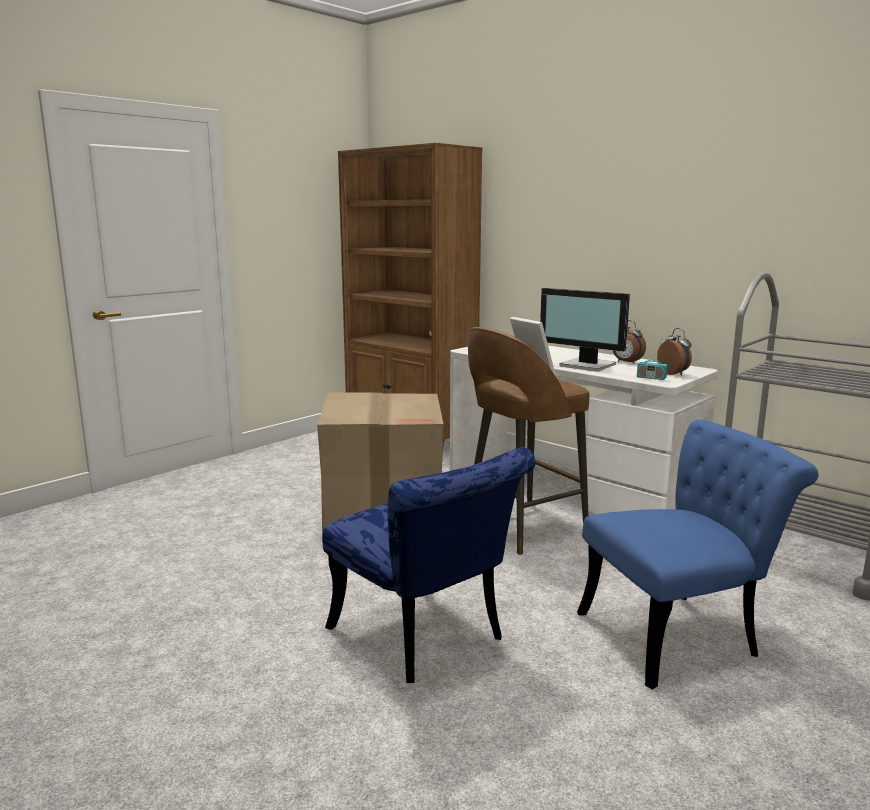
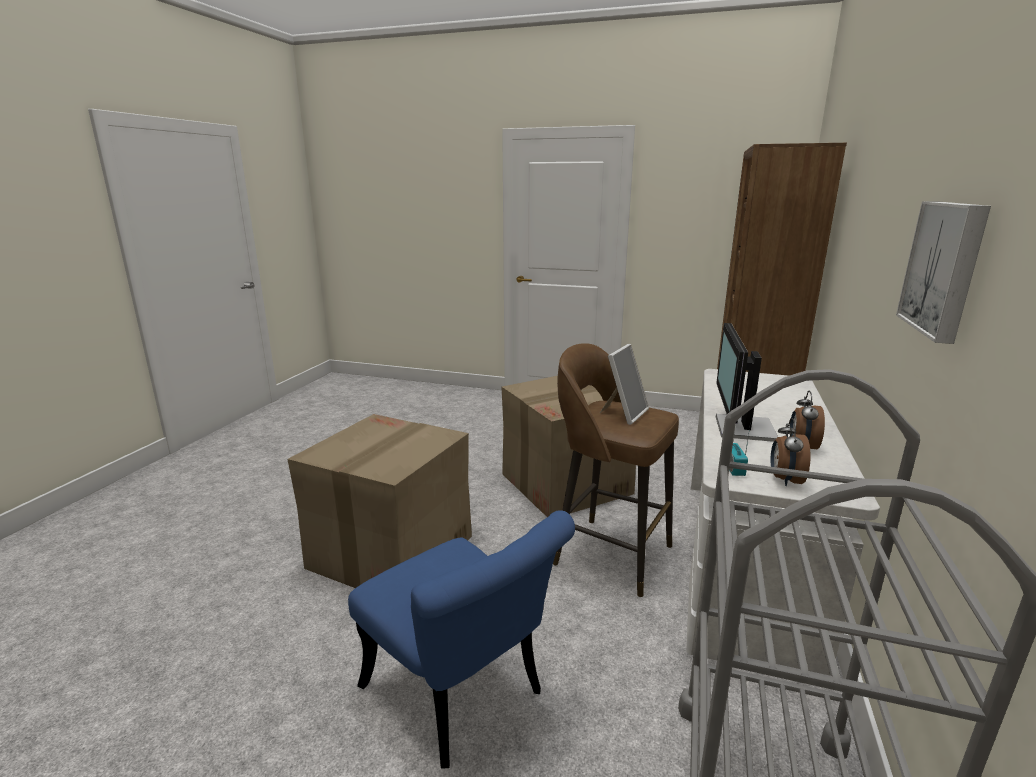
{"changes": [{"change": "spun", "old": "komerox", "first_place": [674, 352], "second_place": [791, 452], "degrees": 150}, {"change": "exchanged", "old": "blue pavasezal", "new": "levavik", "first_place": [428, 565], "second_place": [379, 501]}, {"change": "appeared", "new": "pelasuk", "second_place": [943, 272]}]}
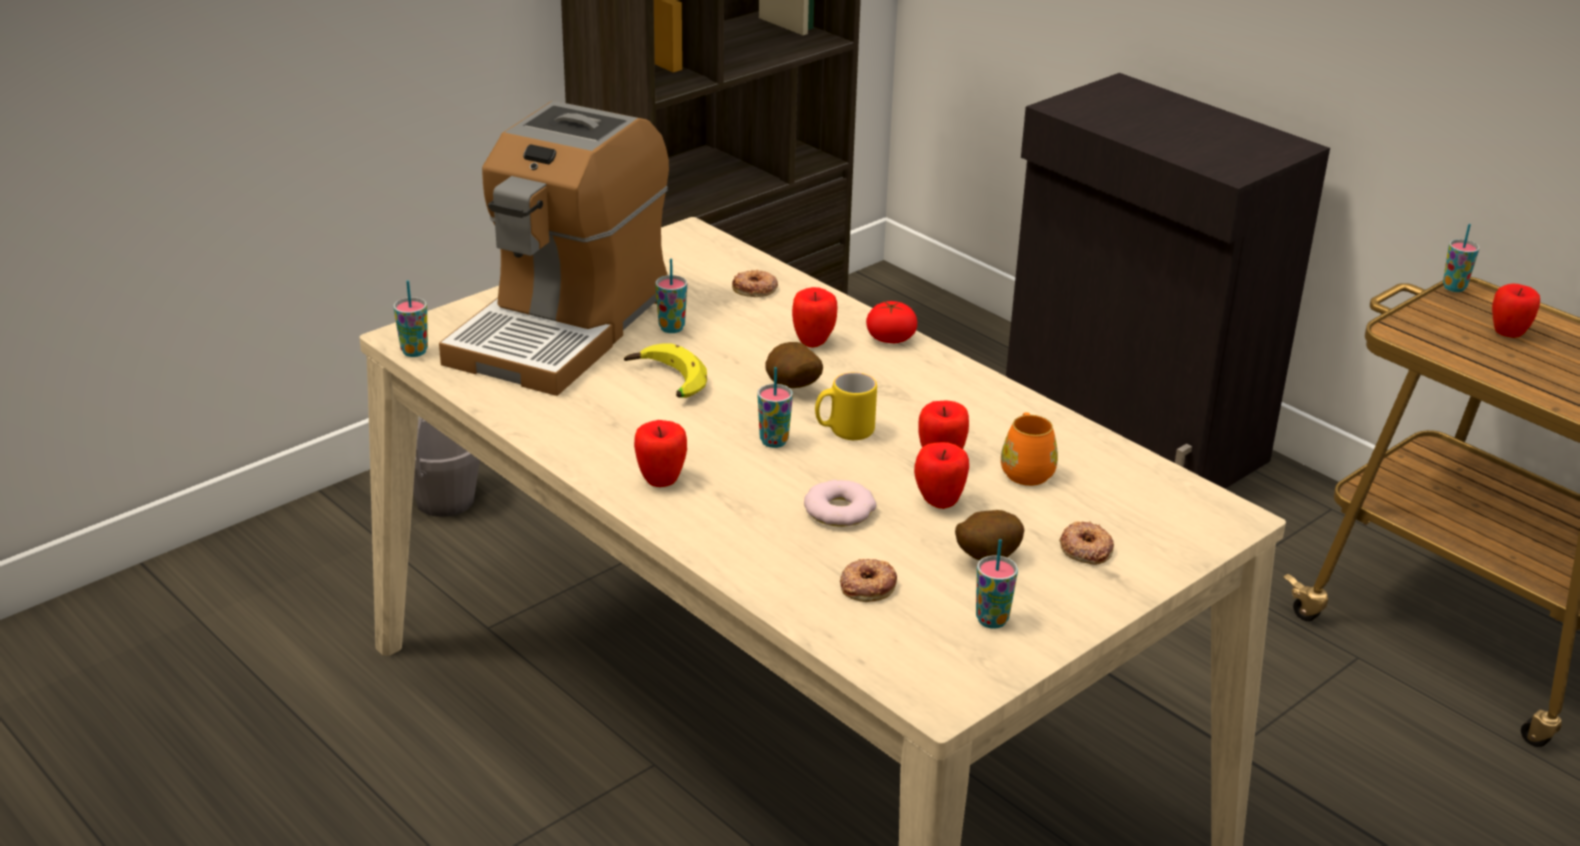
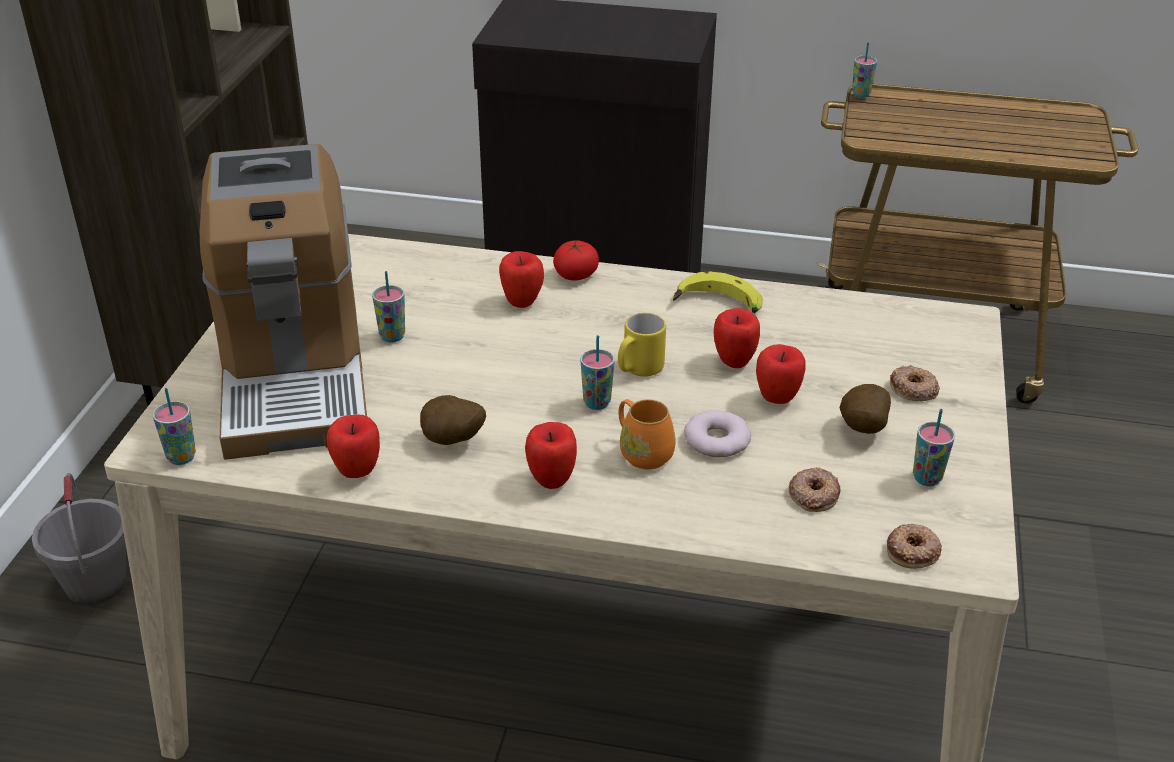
{"changes": [{"change": "relocated", "old": "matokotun", "first_place": [755, 283], "second_place": [914, 546]}, {"change": "relocated", "old": "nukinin", "first_place": [1516, 310], "second_place": [353, 446]}, {"change": "relocated", "old": "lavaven", "first_place": [794, 365], "second_place": [453, 420]}, {"change": "relocated", "old": "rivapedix", "first_place": [665, 371], "second_place": [718, 292]}, {"change": "relocated", "old": "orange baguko", "first_place": [1029, 449], "second_place": [647, 434]}]}
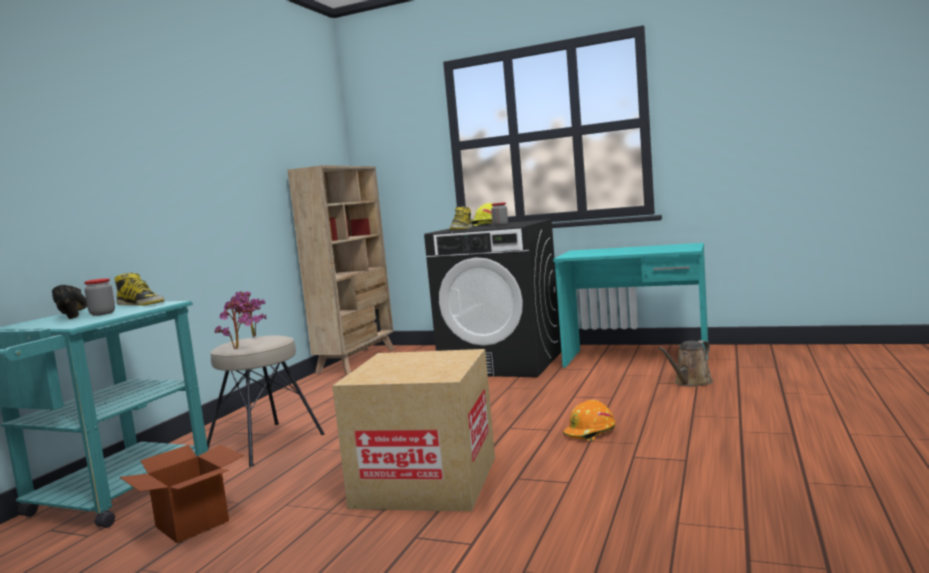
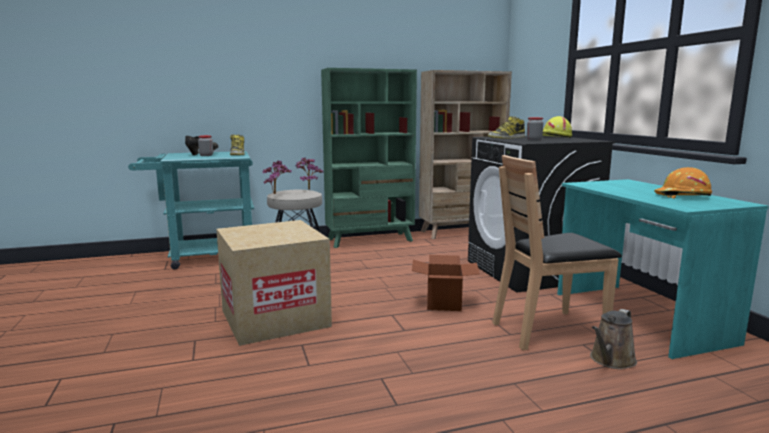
{"changes": [{"change": "spun", "old": "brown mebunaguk", "first_place": [685, 363], "second_place": [613, 339], "degrees": -60}, {"change": "relocated", "old": "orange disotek", "first_place": [589, 420], "second_place": [683, 183]}, {"change": "relocated", "old": "levavik", "first_place": [181, 494], "second_place": [446, 283]}, {"change": "appeared", "new": "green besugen", "second_place": [369, 158]}, {"change": "appeared", "new": "brown pavasezal", "second_place": [557, 252]}]}
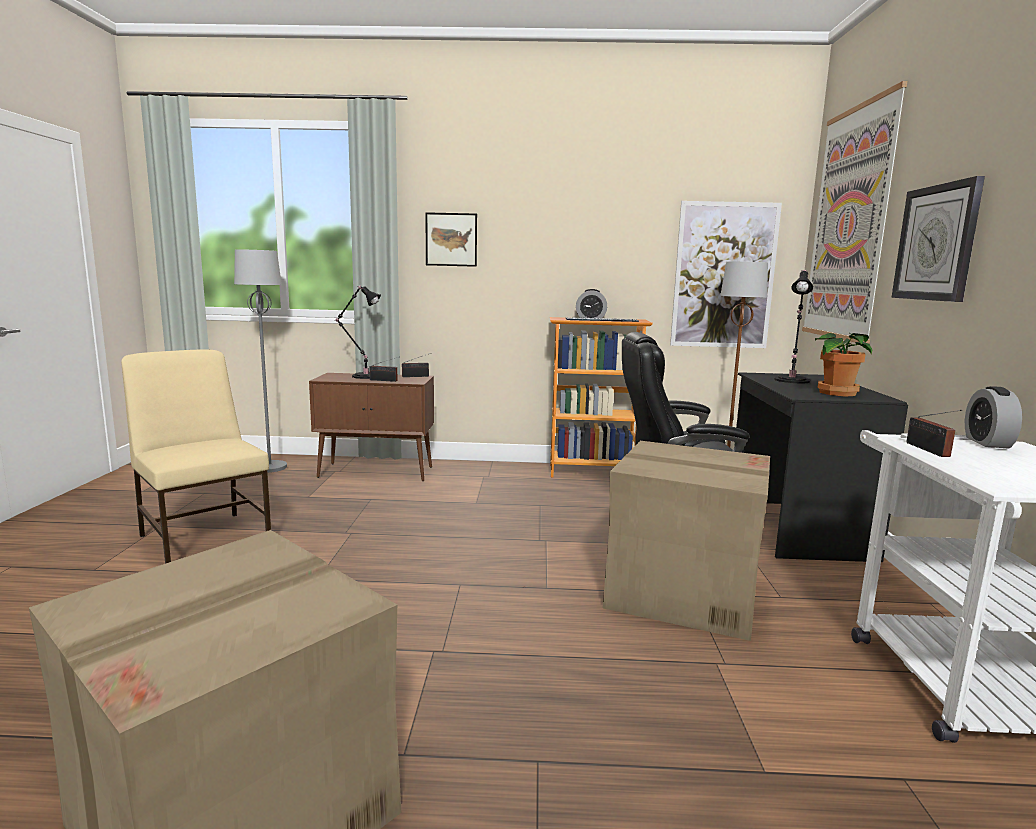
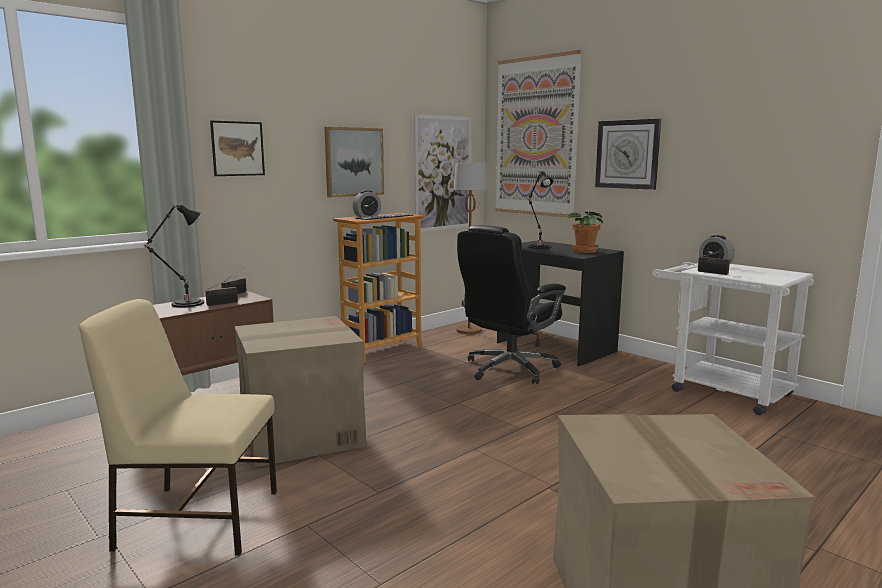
{"changes": [{"change": "missing", "old": "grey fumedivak", "first_place": [260, 361]}, {"change": "relocated", "old": "levavik", "first_place": [686, 541], "second_place": [301, 391]}, {"change": "appeared", "new": "pelasuk", "second_place": [354, 162]}]}
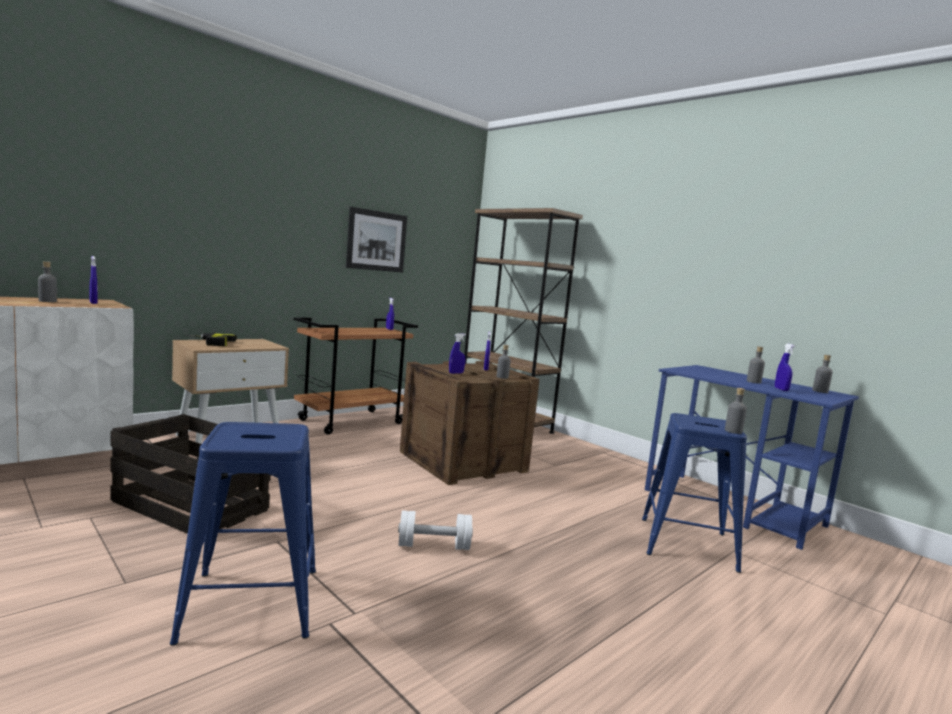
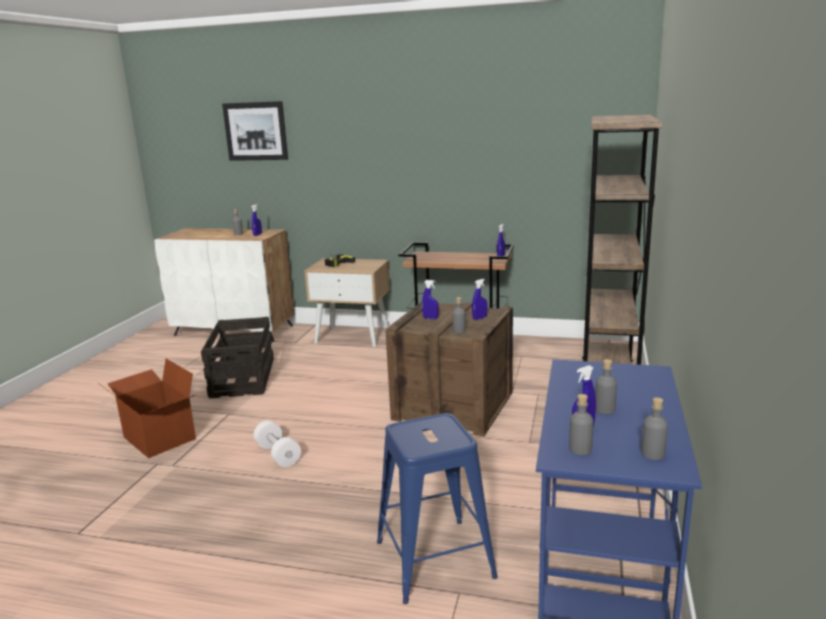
{"changes": [{"change": "relocated", "old": "pelasuk", "first_place": [376, 239], "second_place": [255, 131]}, {"change": "relocated", "old": "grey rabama", "first_place": [736, 411], "second_place": [581, 424]}, {"change": "exchanged", "old": "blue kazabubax", "new": "levavik", "first_place": [243, 534], "second_place": [147, 408]}]}
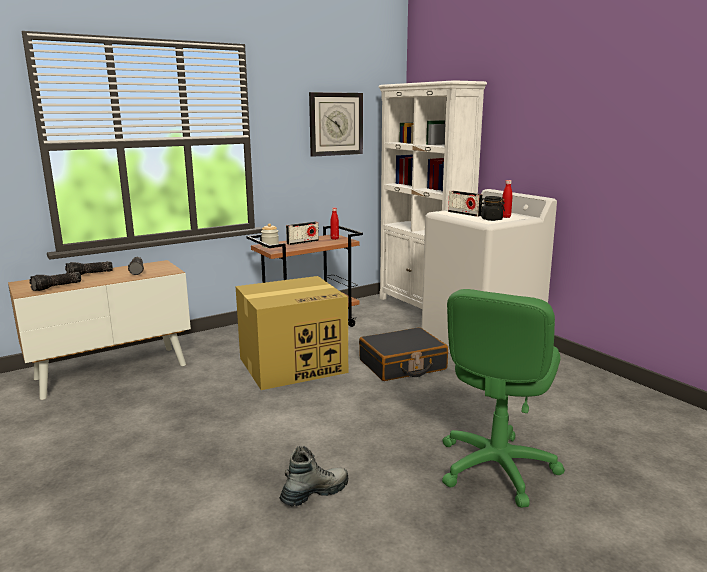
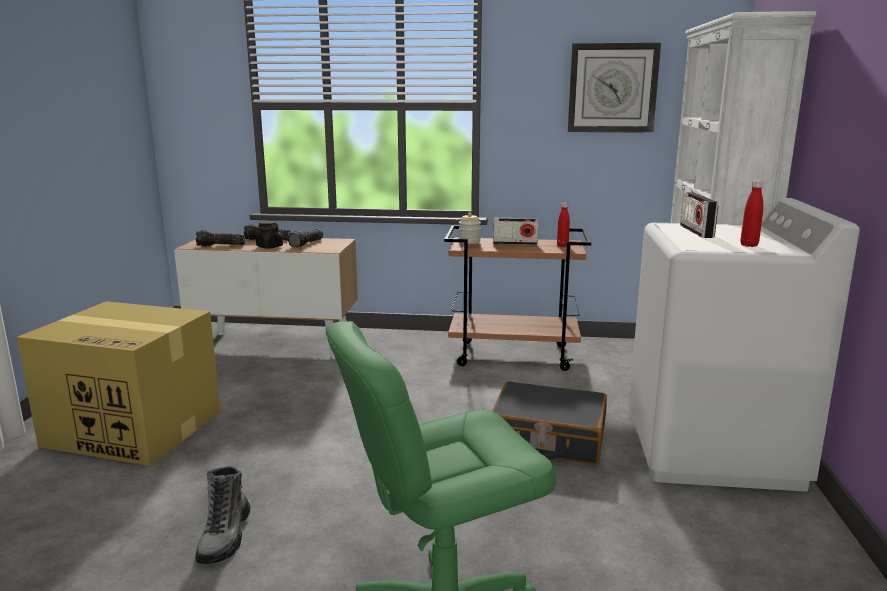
{"changes": [{"change": "relocated", "old": "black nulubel", "first_place": [492, 208], "second_place": [269, 234]}, {"change": "relocated", "old": "levavik", "first_place": [292, 333], "second_place": [118, 383]}, {"change": "spun", "old": "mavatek", "first_place": [313, 476], "second_place": [222, 515], "degrees": 90}]}
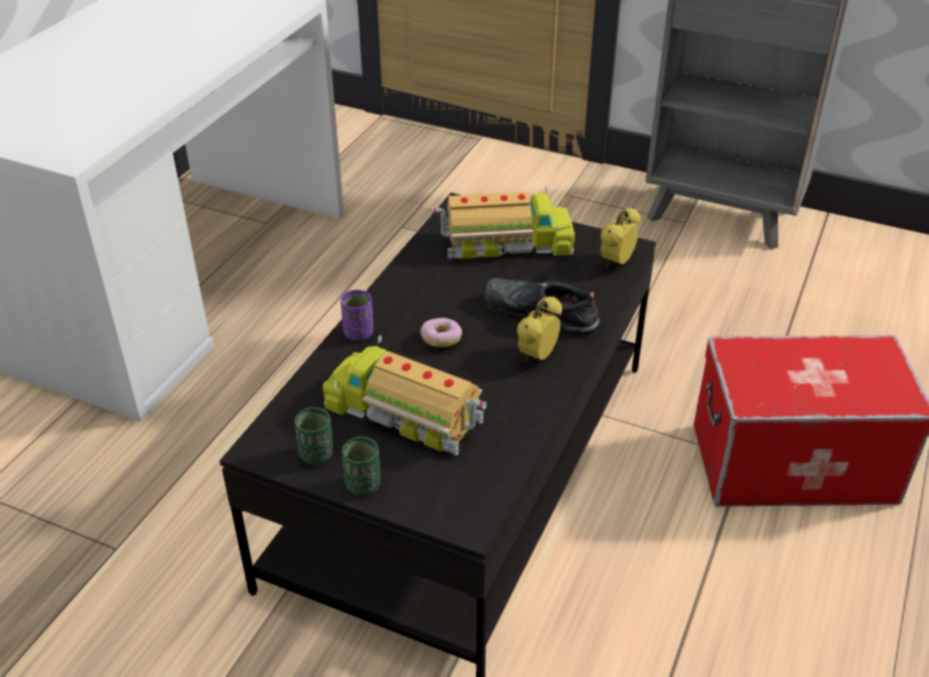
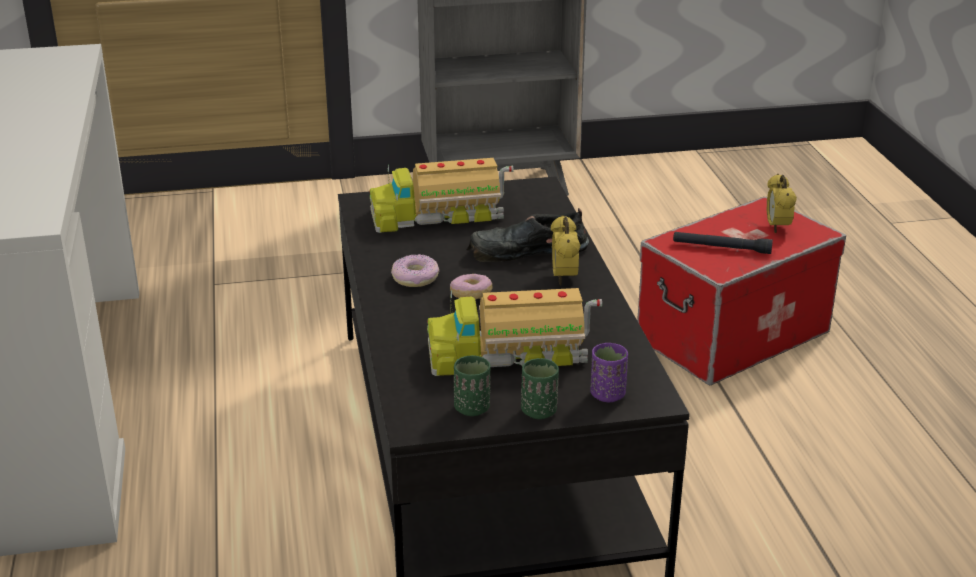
{"changes": [{"change": "spun", "old": "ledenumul", "first_place": [503, 223], "second_place": [441, 195], "degrees": -150}, {"change": "relocated", "old": "komerox", "first_place": [620, 237], "second_place": [782, 203]}, {"change": "relocated", "old": "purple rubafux", "first_place": [356, 315], "second_place": [609, 372]}, {"change": "appeared", "new": "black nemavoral", "second_place": [723, 243]}, {"change": "appeared", "new": "matokotun", "second_place": [415, 270]}]}
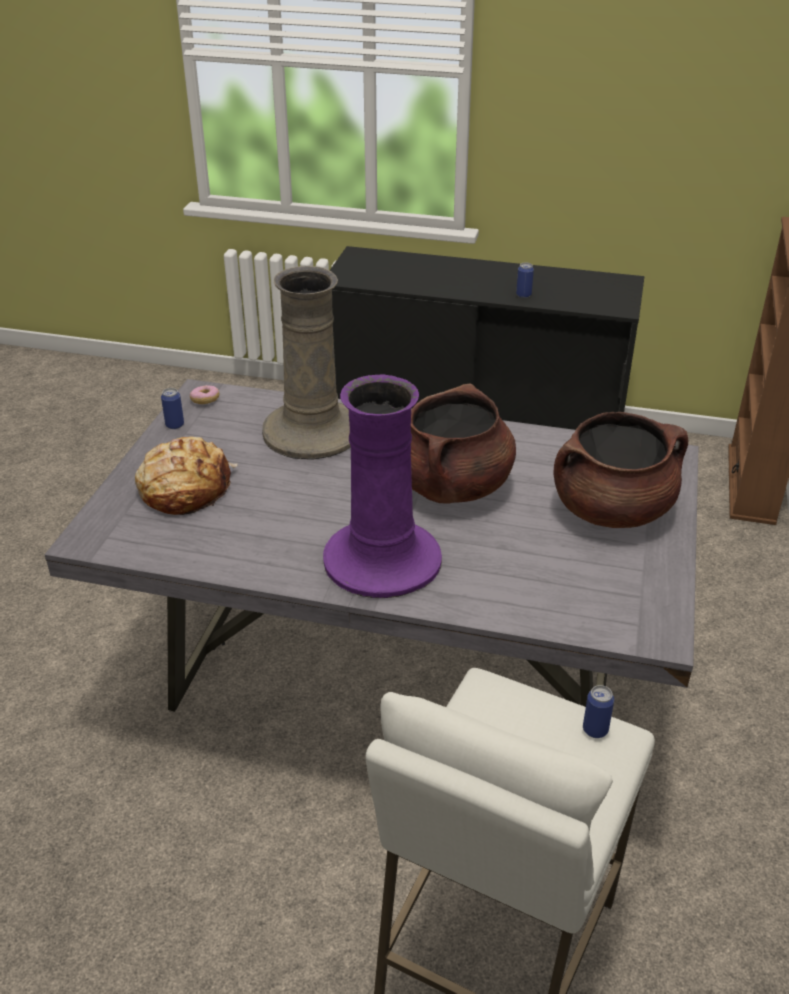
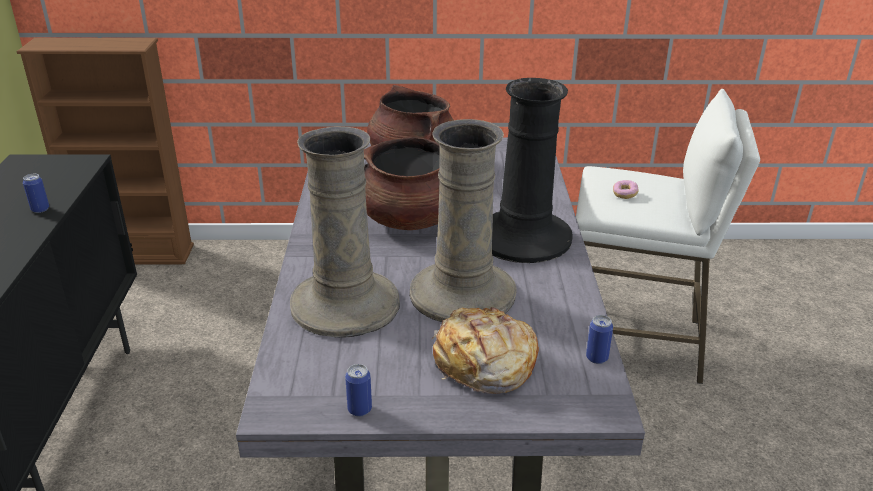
{"changes": [{"change": "colour", "old": "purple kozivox", "new": "black kozivox", "first_place": [382, 486], "second_place": [532, 170]}, {"change": "relocated", "old": "matokotun", "first_place": [205, 394], "second_place": [626, 189]}, {"change": "relocated", "old": "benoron", "first_place": [598, 711], "second_place": [599, 339]}, {"change": "appeared", "new": "beige kozivox", "second_place": [462, 220]}]}
